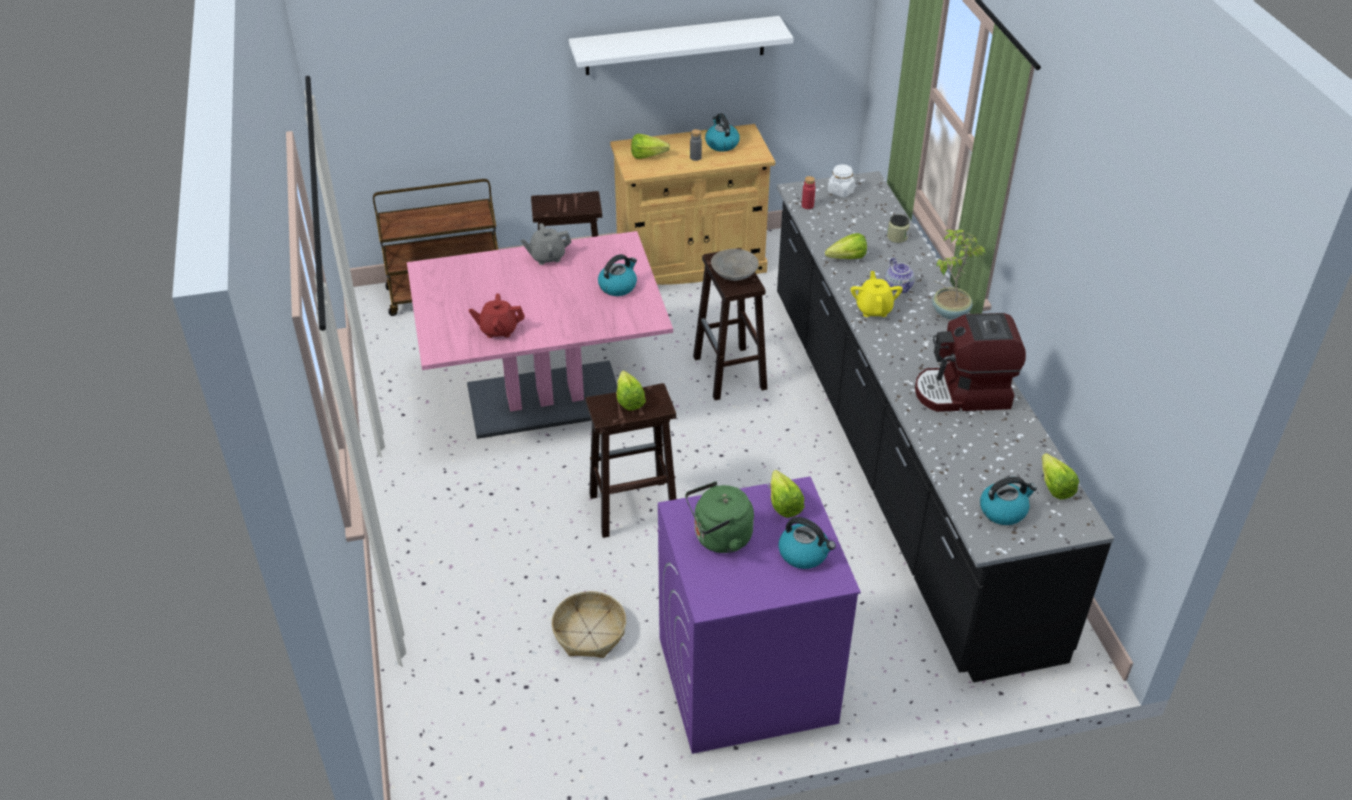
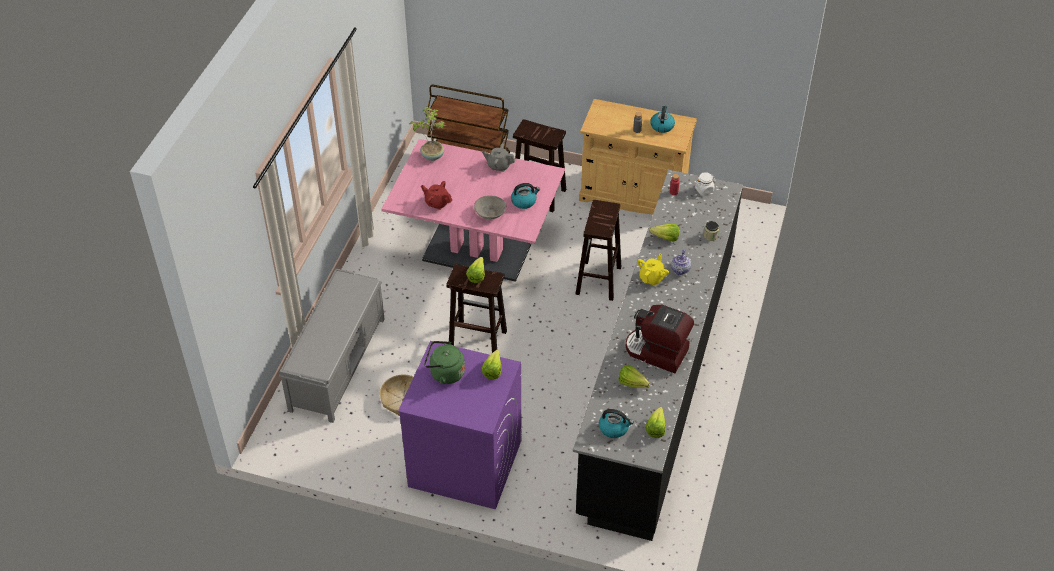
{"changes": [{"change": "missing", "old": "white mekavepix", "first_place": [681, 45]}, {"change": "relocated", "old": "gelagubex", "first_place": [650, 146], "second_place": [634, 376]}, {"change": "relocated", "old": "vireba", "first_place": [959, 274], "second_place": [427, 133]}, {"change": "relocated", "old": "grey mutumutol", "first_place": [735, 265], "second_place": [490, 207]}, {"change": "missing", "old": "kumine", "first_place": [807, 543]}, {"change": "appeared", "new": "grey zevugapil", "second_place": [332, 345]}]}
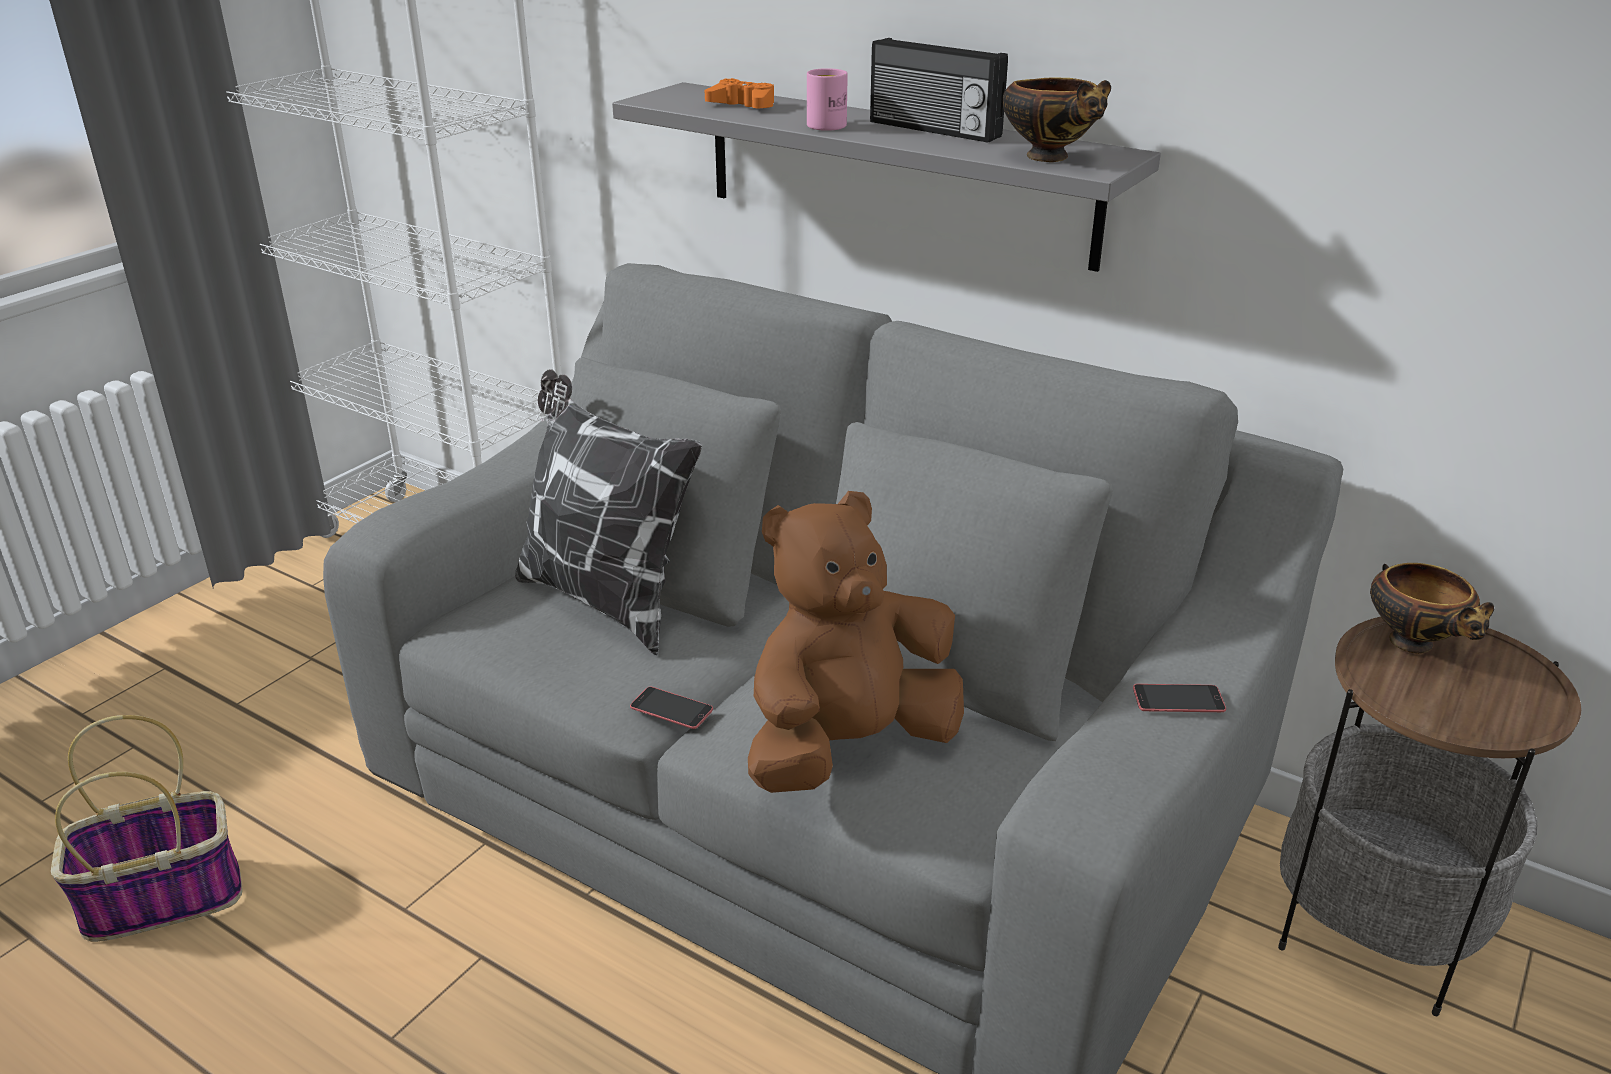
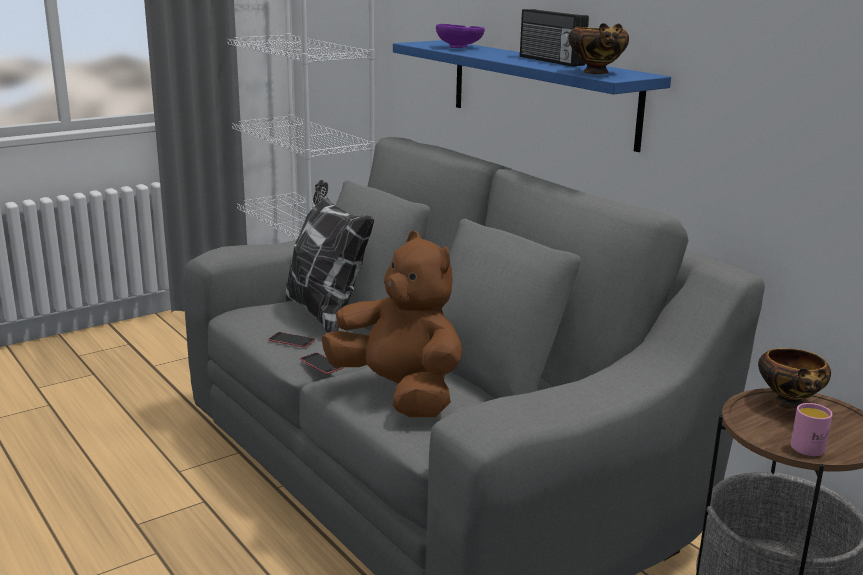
{"changes": [{"change": "relocated", "old": "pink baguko", "first_place": [827, 99], "second_place": [812, 429]}, {"change": "exchanged", "old": "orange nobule", "new": "purple mutumutol", "first_place": [739, 93], "second_place": [460, 36]}, {"change": "colour", "old": "grey mekavepix", "new": "blue mekavepix", "first_place": [886, 177], "second_place": [532, 96]}, {"change": "spun", "old": "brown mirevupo", "first_place": [856, 642], "second_place": [392, 324], "degrees": 60}, {"change": "relocated", "old": "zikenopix", "first_place": [1179, 698], "second_place": [291, 339]}, {"change": "missing", "old": "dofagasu", "first_place": [147, 828]}]}
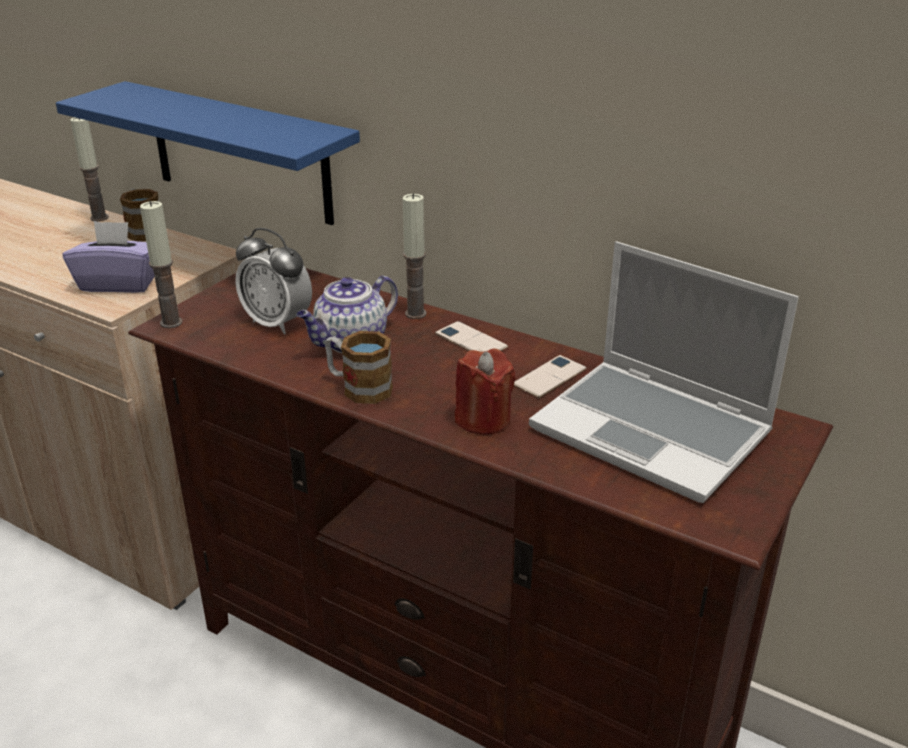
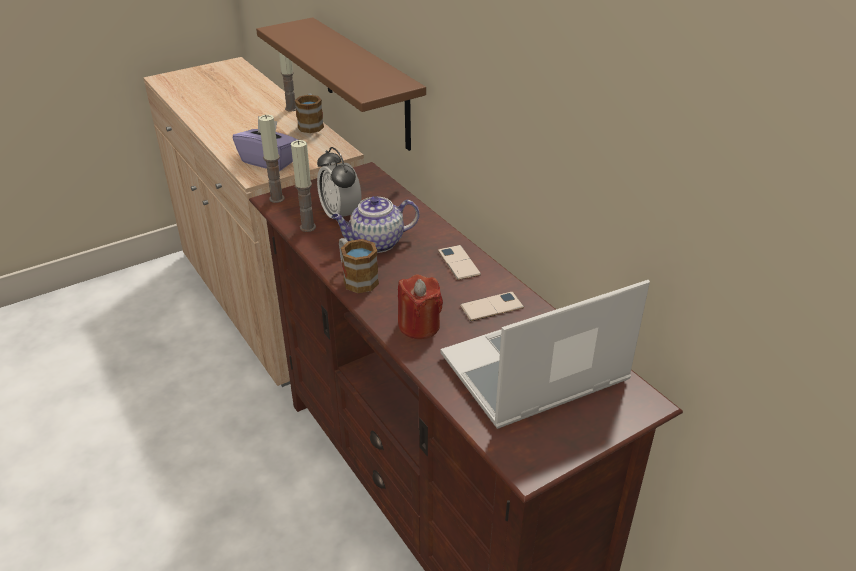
{"changes": [{"change": "colour", "old": "blue mekavepix", "new": "brown mekavepix", "first_place": [208, 153], "second_place": [341, 84]}, {"change": "relocated", "old": "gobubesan", "first_place": [414, 256], "second_place": [303, 186]}, {"change": "spun", "old": "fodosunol", "first_place": [664, 372], "second_place": [545, 354], "degrees": 90}]}
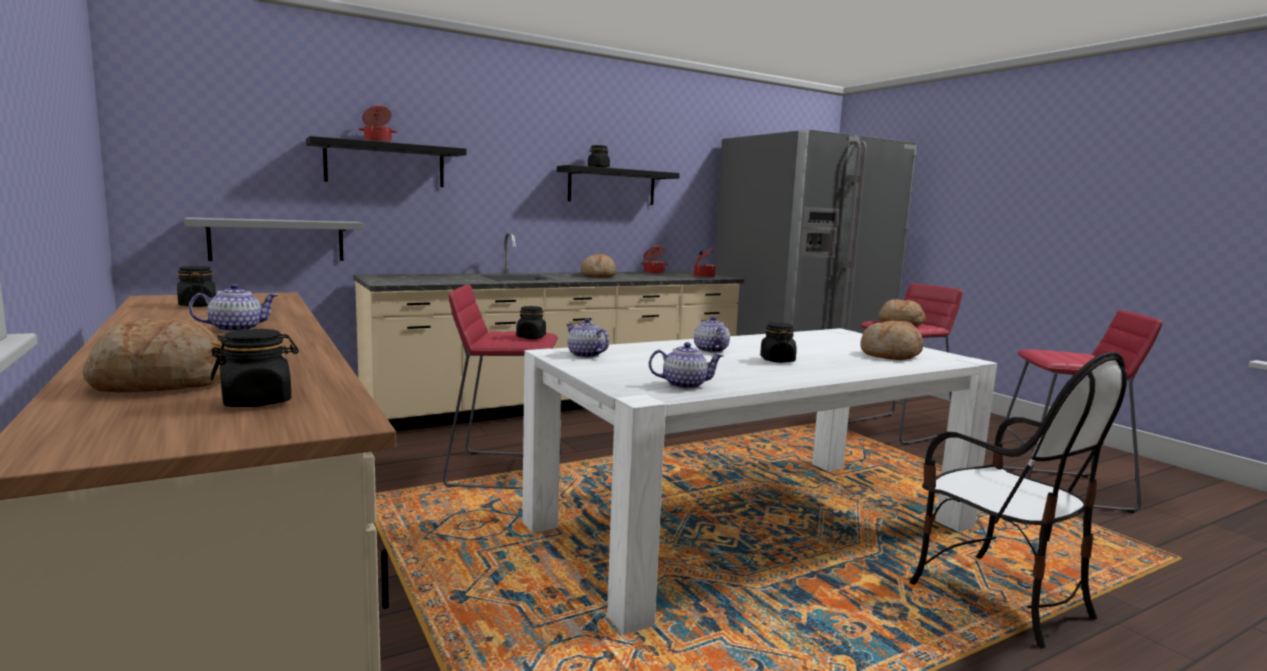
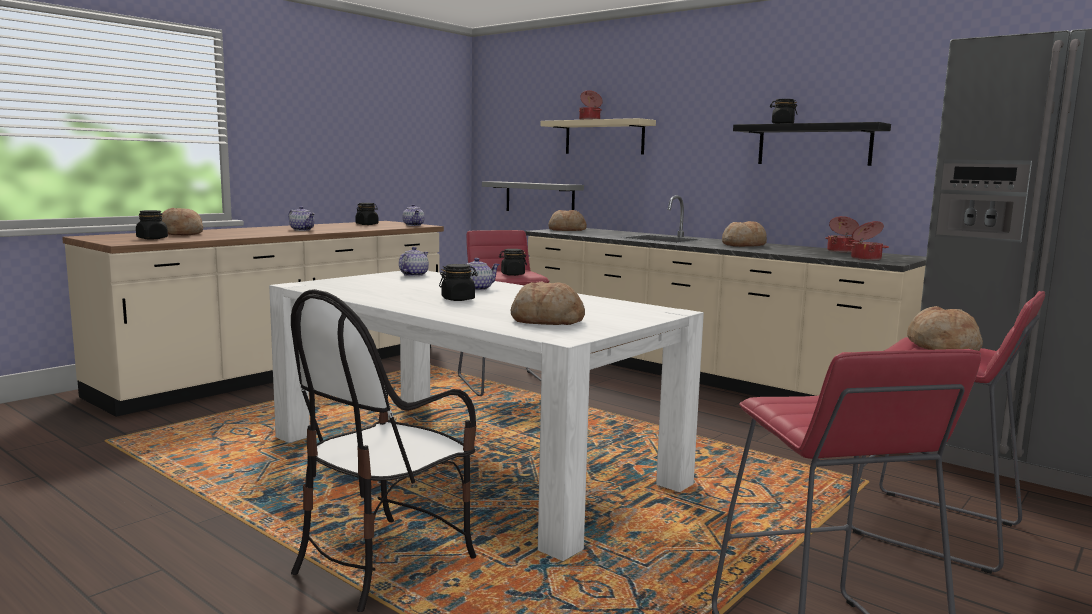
{"changes": [{"change": "colour", "old": "black mekavepix", "new": "beige mekavepix", "first_place": [386, 161], "second_place": [598, 136]}, {"change": "relocated", "old": "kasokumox", "first_place": [686, 365], "second_place": [414, 215]}, {"change": "appeared", "new": "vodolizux", "second_place": [567, 220]}]}
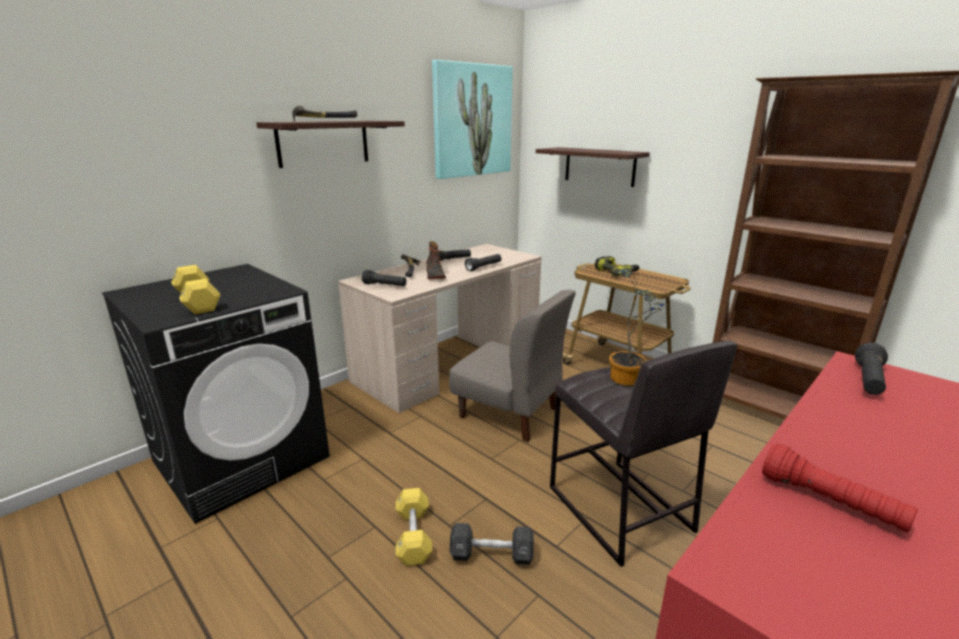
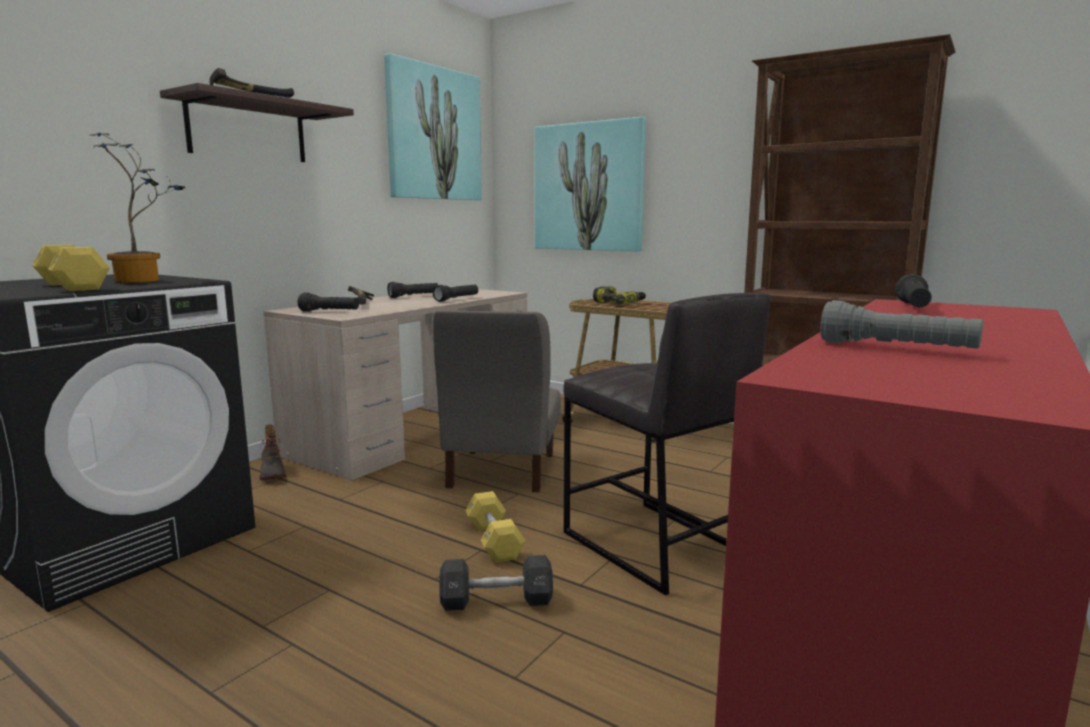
{"changes": [{"change": "exchanged", "old": "mekavepix", "new": "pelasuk", "first_place": [593, 167], "second_place": [590, 184]}, {"change": "relocated", "old": "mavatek", "first_place": [436, 260], "second_place": [272, 453]}, {"change": "relocated", "old": "vireba", "first_place": [639, 327], "second_place": [138, 207]}, {"change": "spun", "old": "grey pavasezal", "first_place": [512, 366], "second_place": [496, 401], "degrees": 75}, {"change": "colour", "old": "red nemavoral", "new": "grey nemavoral", "first_place": [840, 488], "second_place": [902, 324]}, {"change": "relocated", "old": "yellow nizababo", "first_place": [414, 527], "second_place": [495, 527]}]}
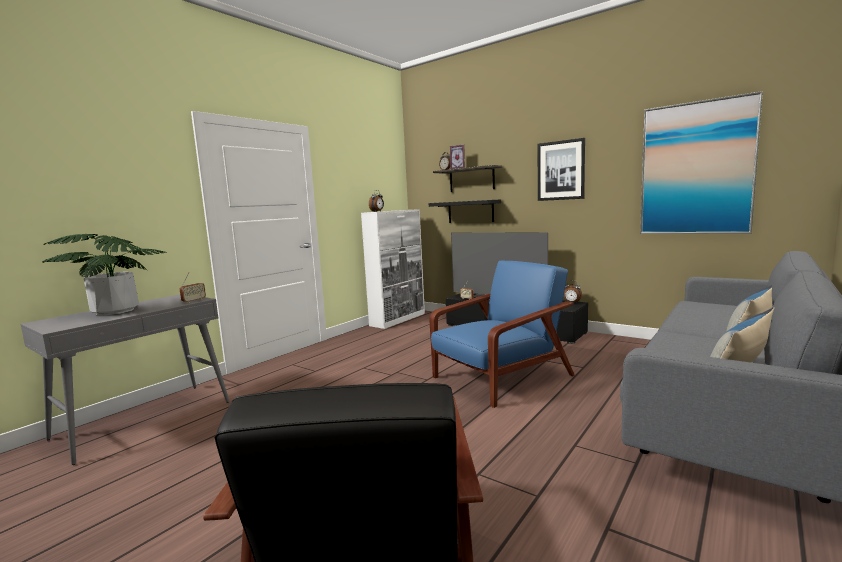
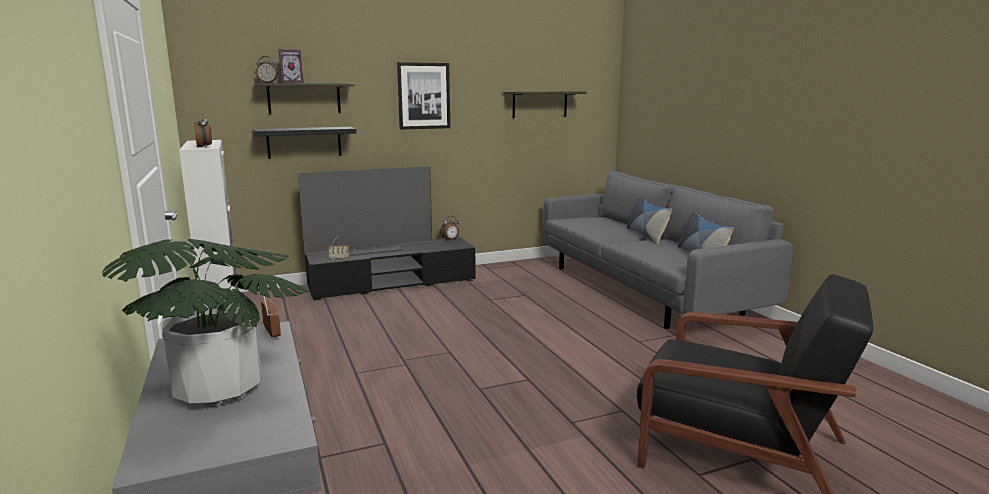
{"changes": [{"change": "exchanged", "old": "pelasuk", "new": "mekavepix", "first_place": [701, 162], "second_place": [545, 104]}, {"change": "missing", "old": "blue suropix", "first_place": [502, 334]}]}
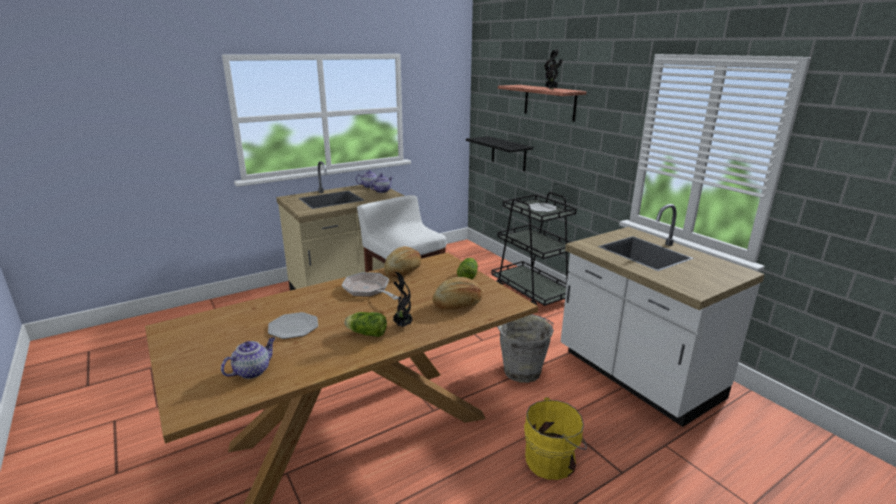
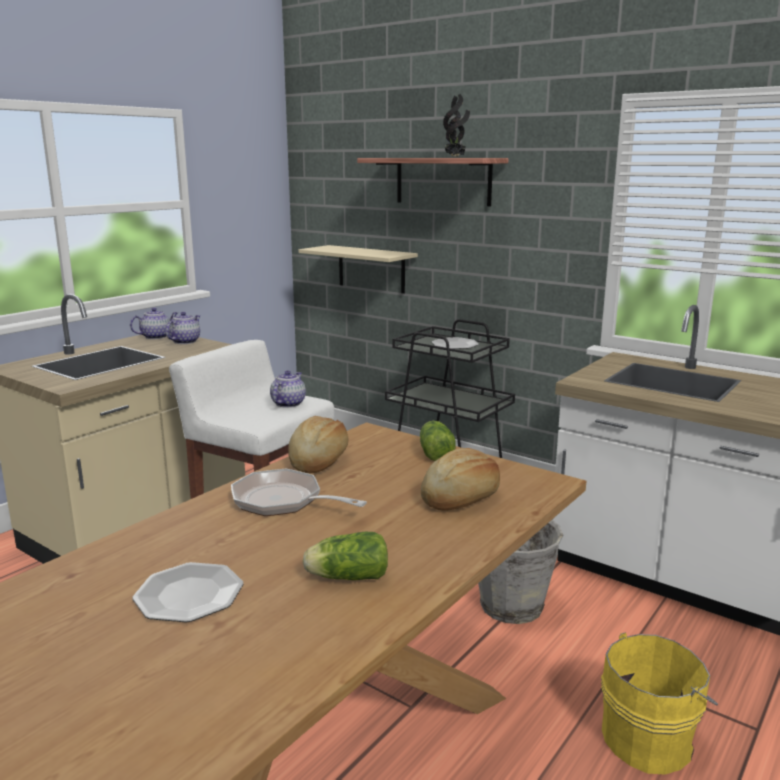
{"changes": [{"change": "colour", "old": "black mekavepix", "new": "beige mekavepix", "first_place": [499, 153], "second_place": [358, 269]}, {"change": "missing", "old": "vireba", "first_place": [402, 299]}, {"change": "relocated", "old": "kasokumox", "first_place": [248, 358], "second_place": [288, 389]}]}
